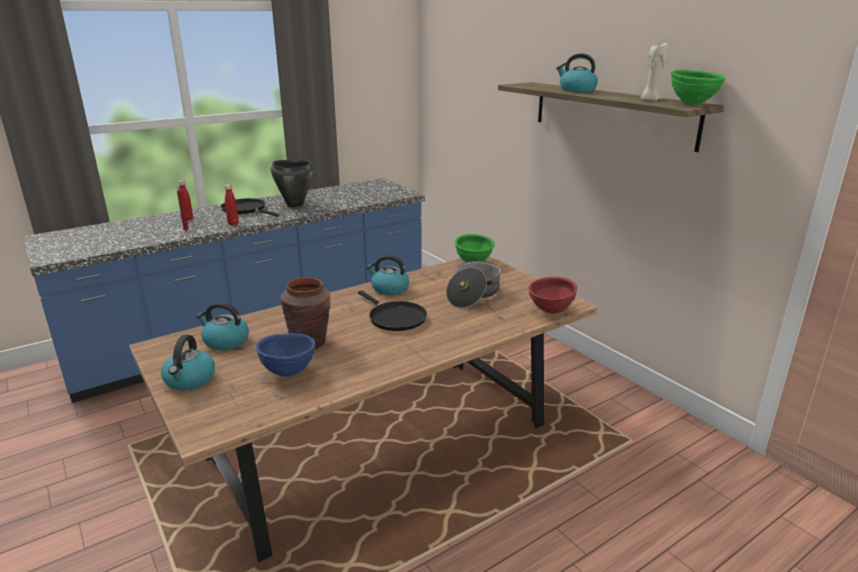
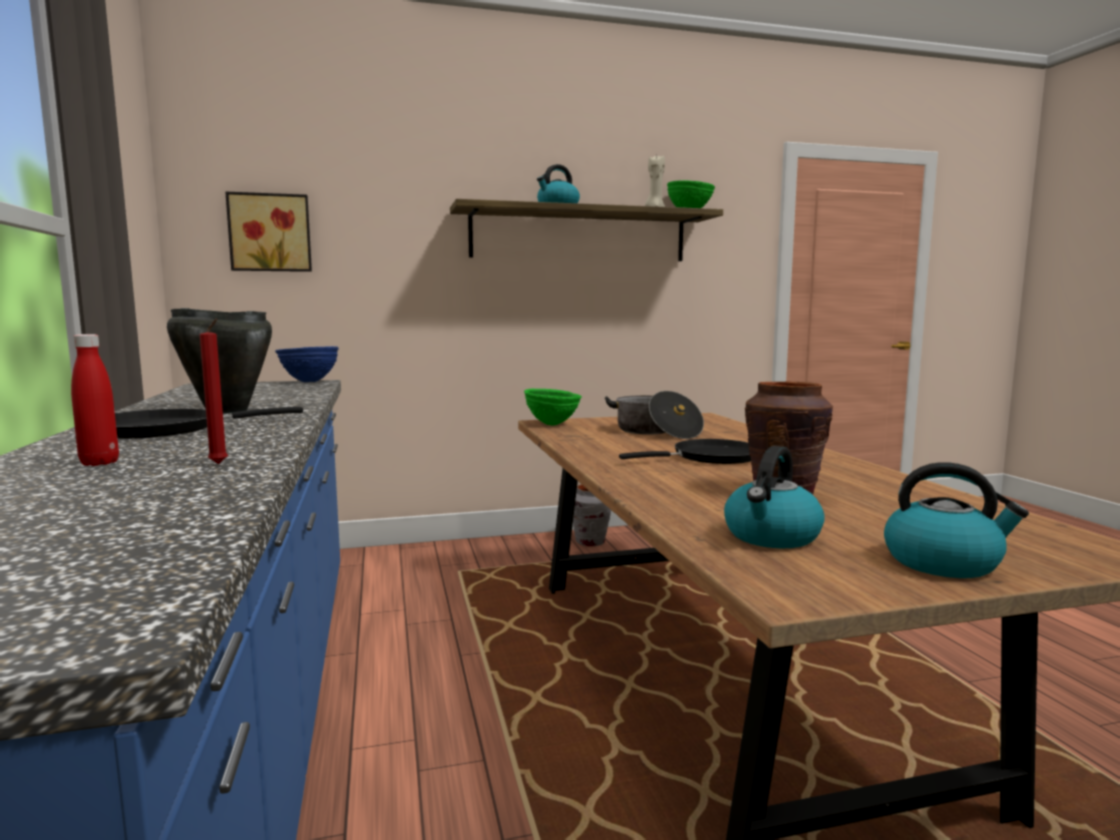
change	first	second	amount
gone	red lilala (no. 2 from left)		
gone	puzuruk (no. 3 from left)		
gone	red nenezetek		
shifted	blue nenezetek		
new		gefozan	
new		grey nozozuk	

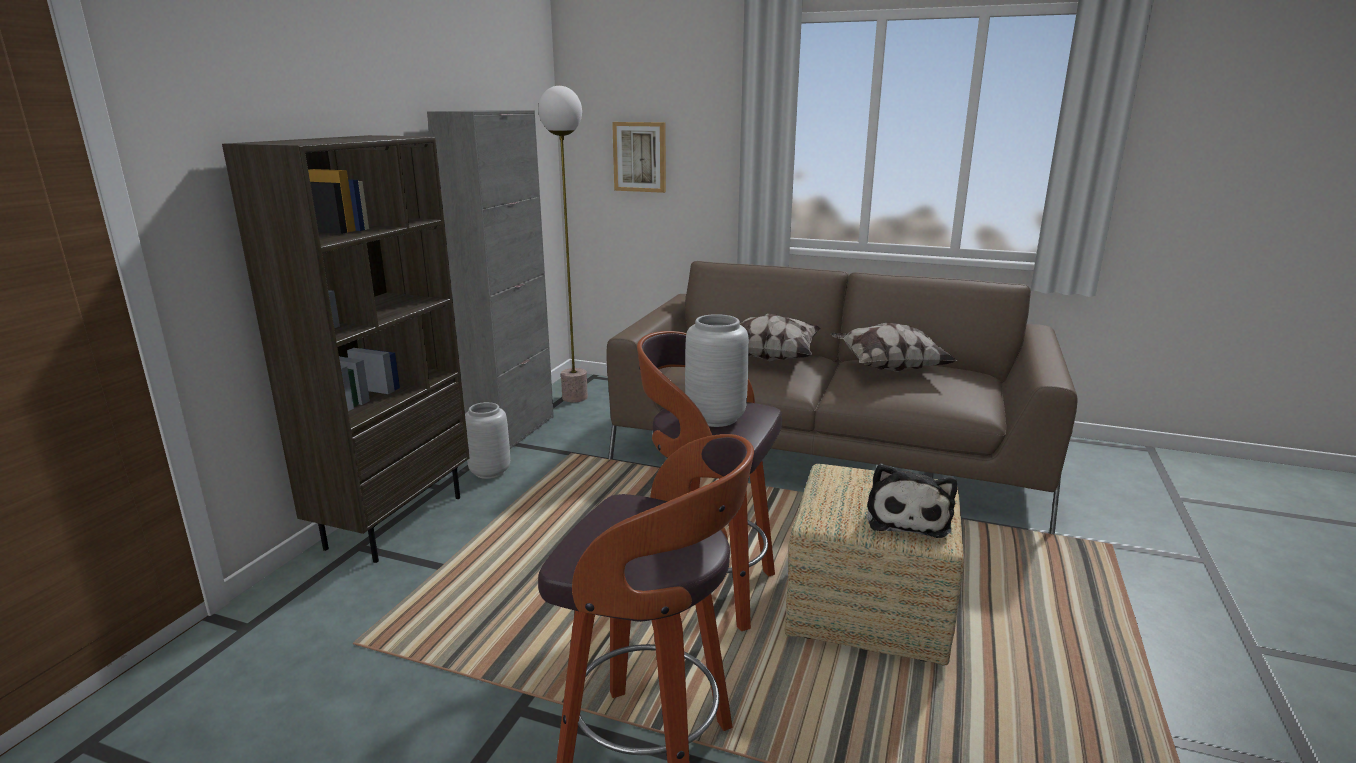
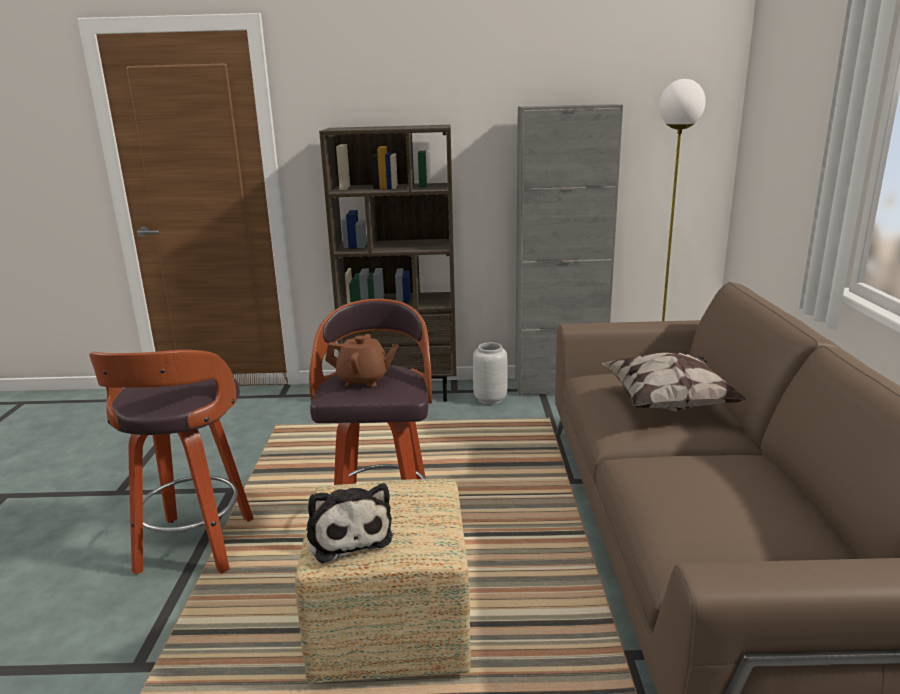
change	first	second	amount
gone	gefozan		
swapped	grey nozozuk (no. 2 from left)	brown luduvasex	
gone	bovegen (no. 2 from left)		
rotated	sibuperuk		105 degrees counterclockwise

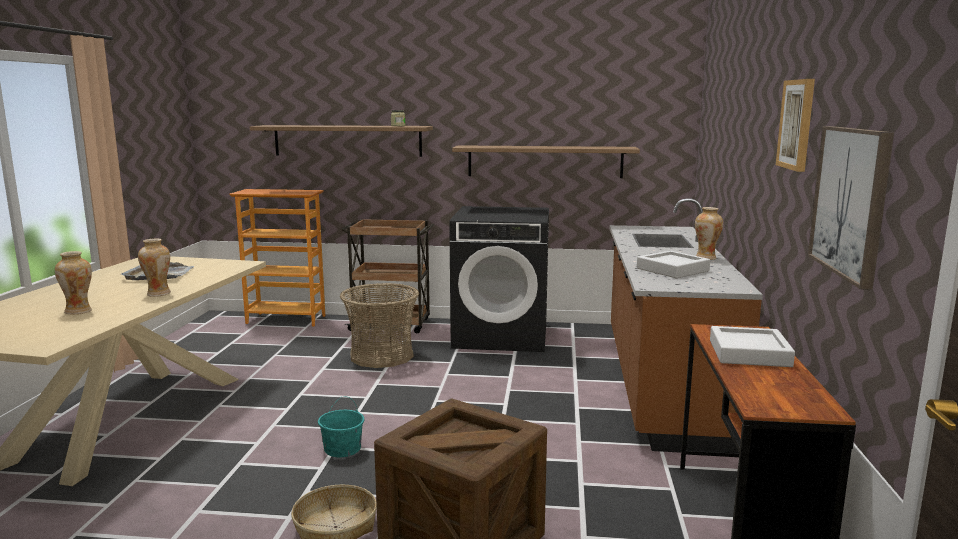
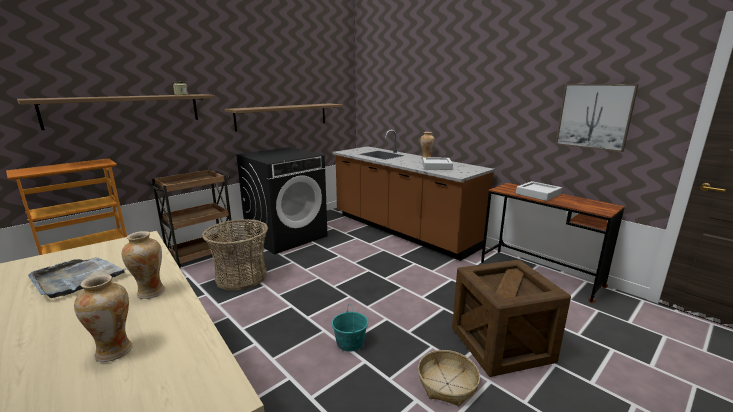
change	first	second	amount
gone	gefozan (no. 1 from left)		

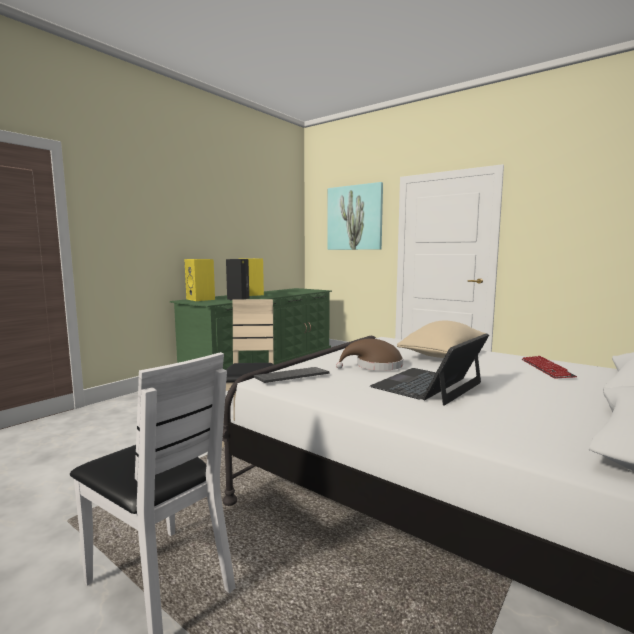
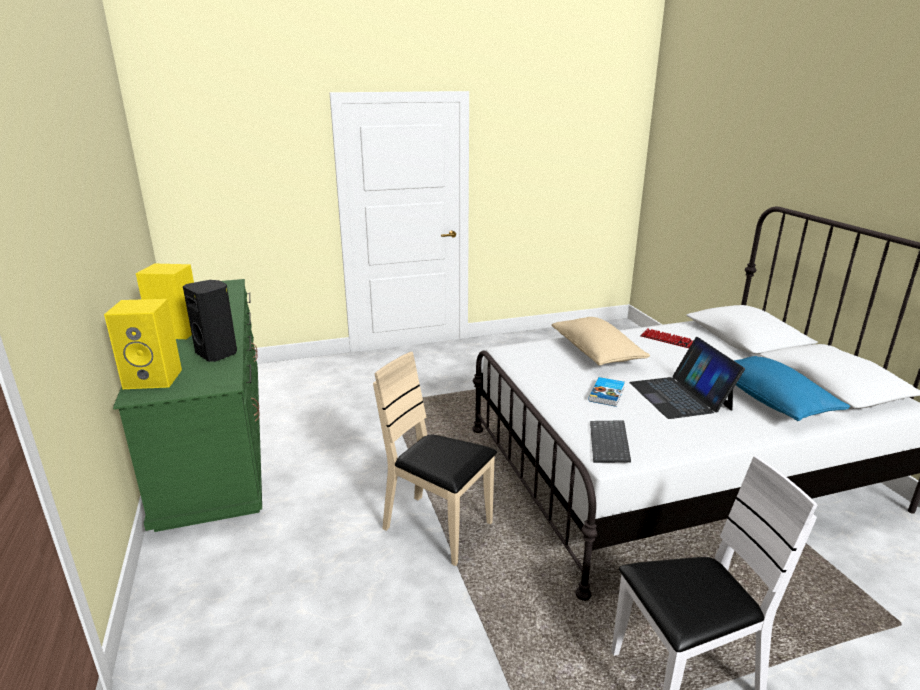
change	first	second	amount
gone	gefozan		
swapped	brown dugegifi	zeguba	
new		blue bovegen	

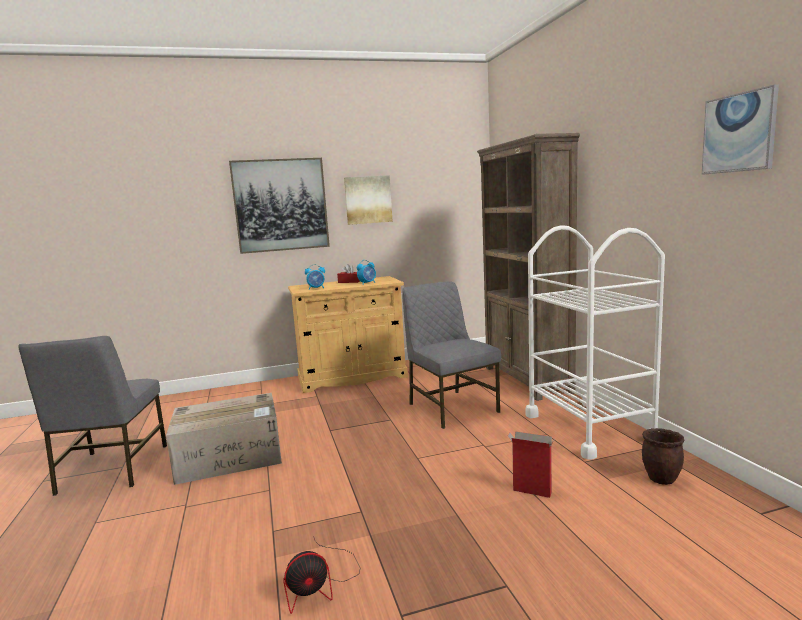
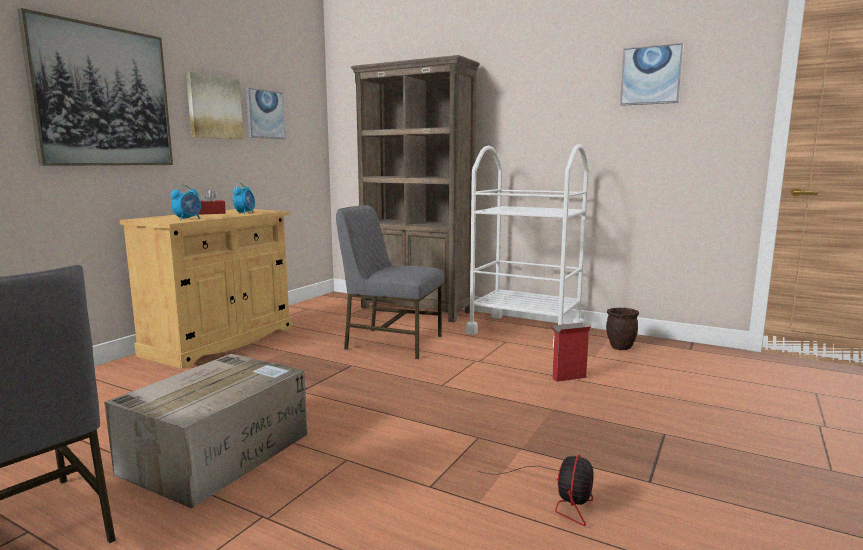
change	first	second	amount
new		gefozan (no. 3 from left)	

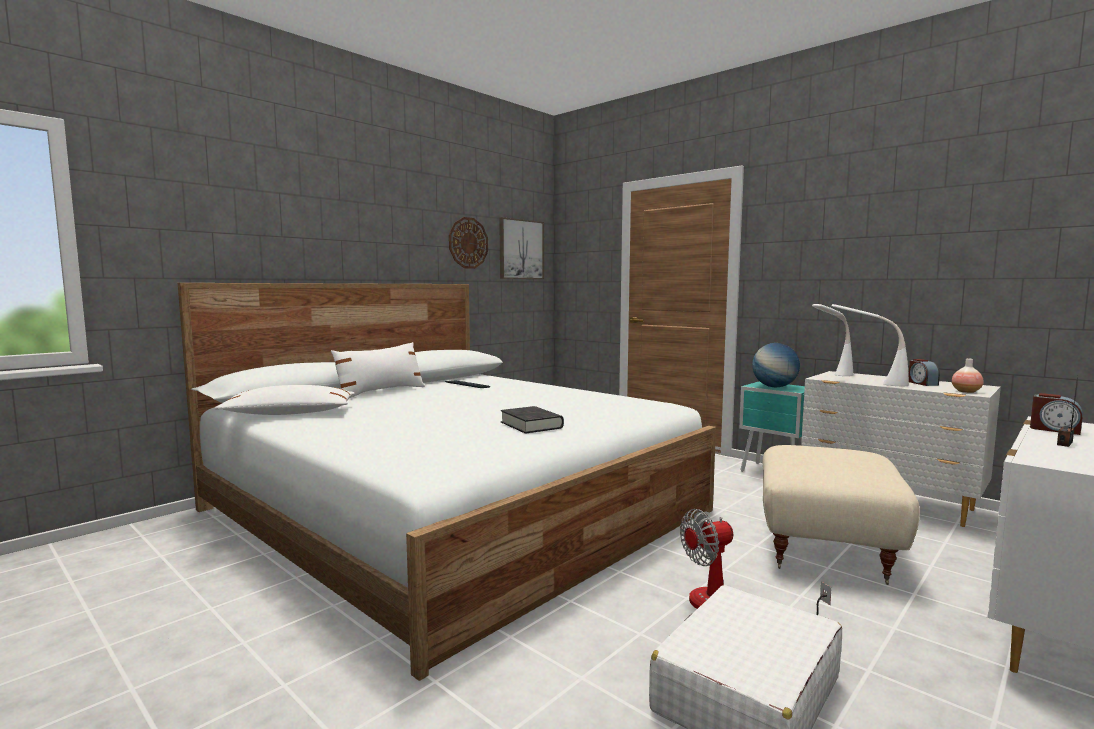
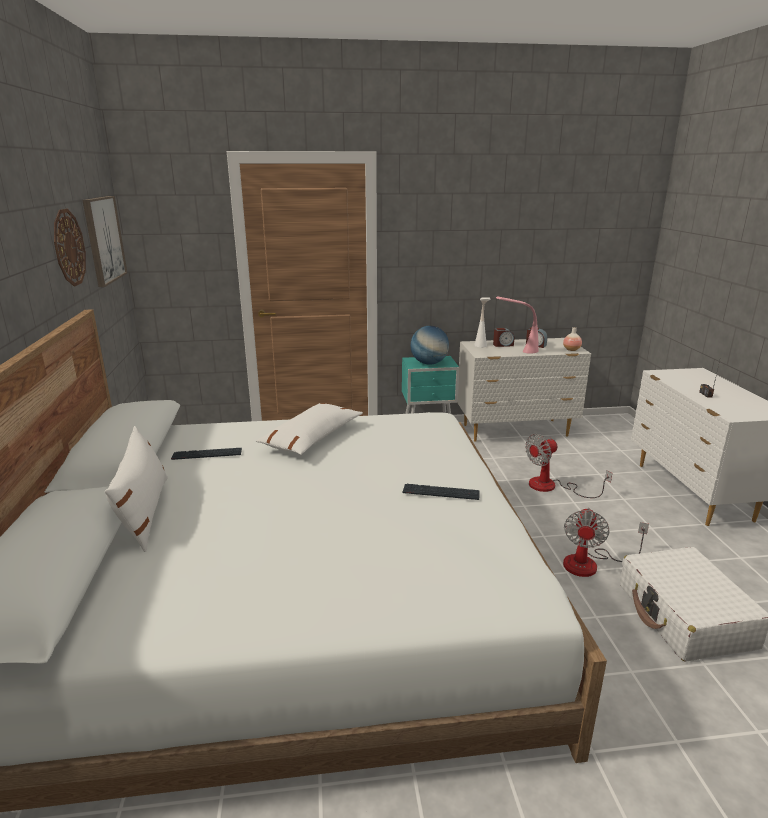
change	first	second	amount
repainted	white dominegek (no. 2 from left)	pink dominegek	
shifted	white bovegen (no. 1 from left in the first image)	white bovegen (no. 2 from left)	
shifted	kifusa (no. 2 from left in the first image)	kifusa (no. 1 from left)	
swapped	black zeguba	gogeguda (no. 2 from left)	
swapped	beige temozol	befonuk (no. 1 from left)	

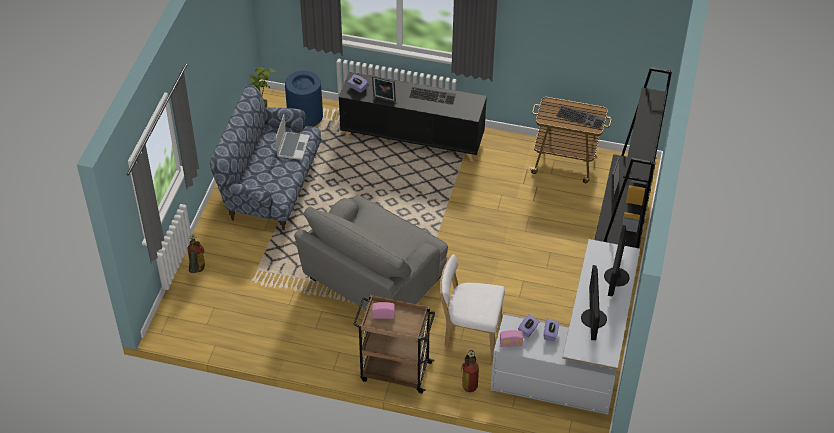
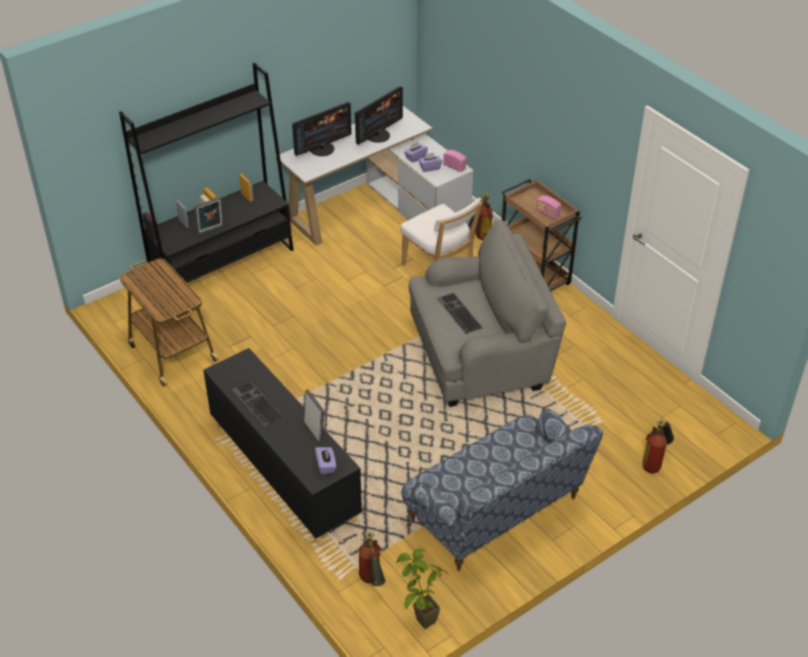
change	first	second	amount
swapped	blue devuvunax	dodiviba (no. 1 from left)	
shifted	gogeguda (no. 2 from left)		
gone	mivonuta		

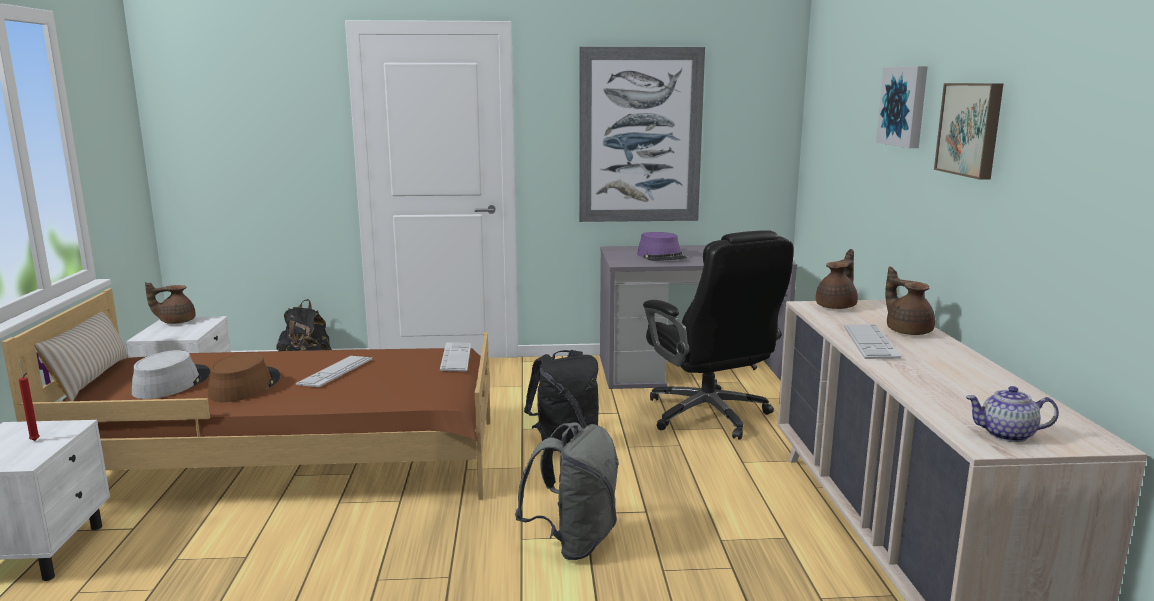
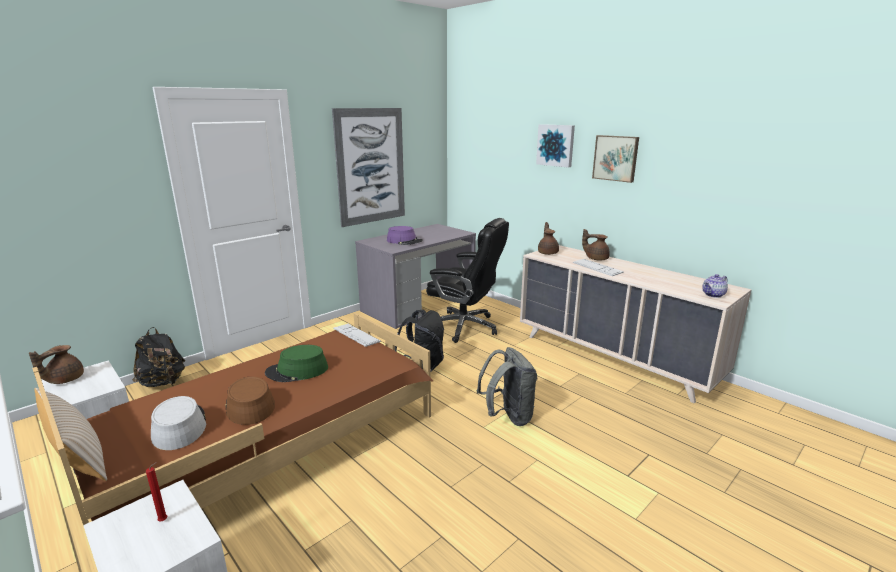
change	first	second	amount
swapped	gogeguda (no. 1 from left)	green dugegifi	

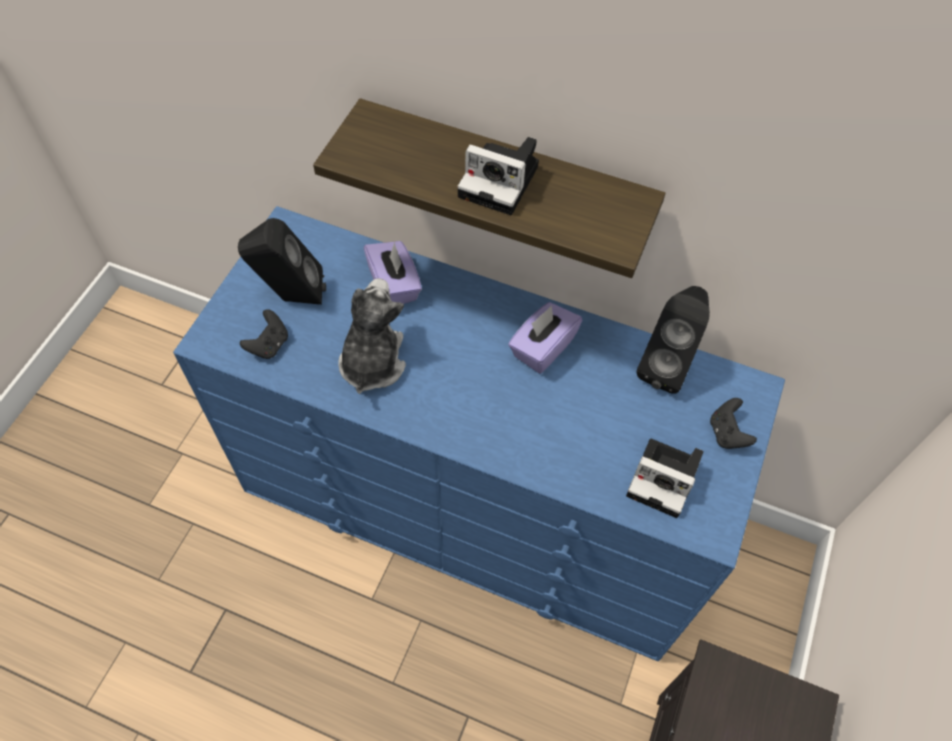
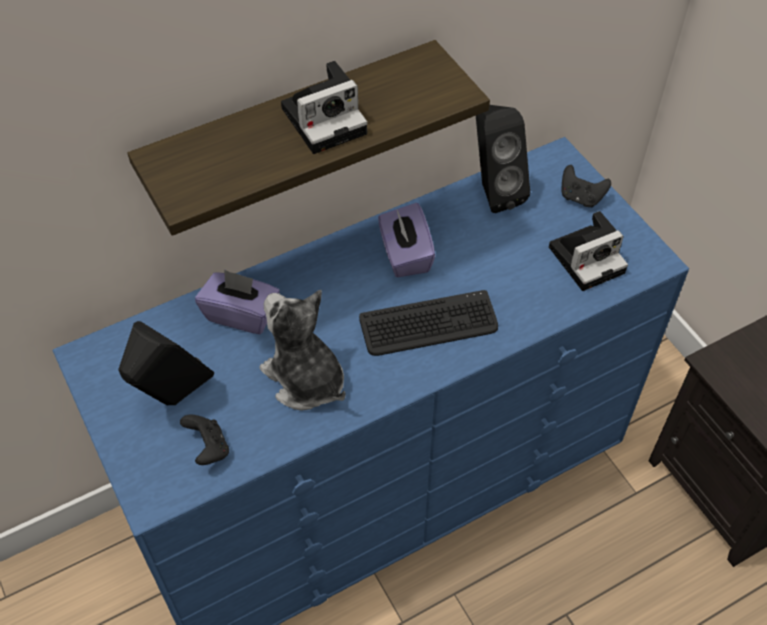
change	first	second	amount
new		gogeguda	

